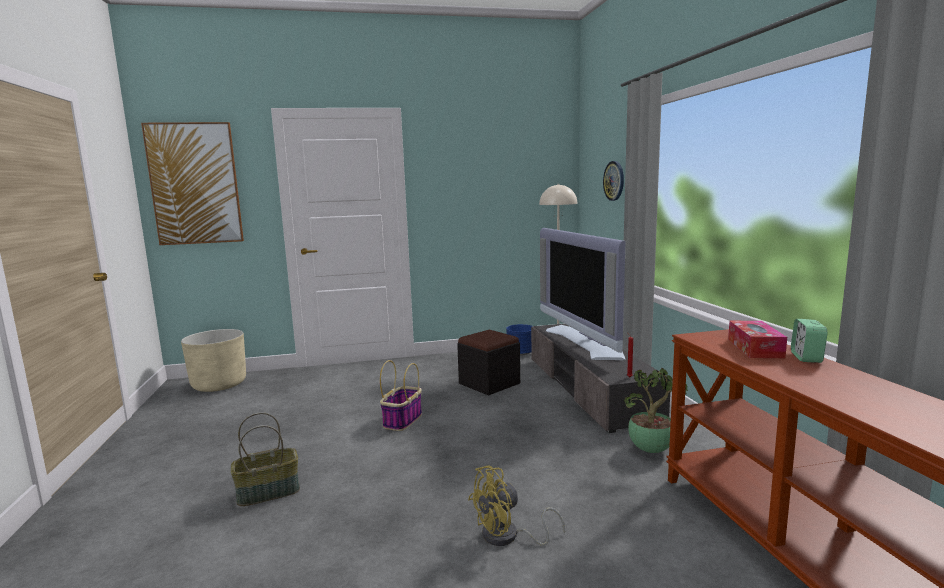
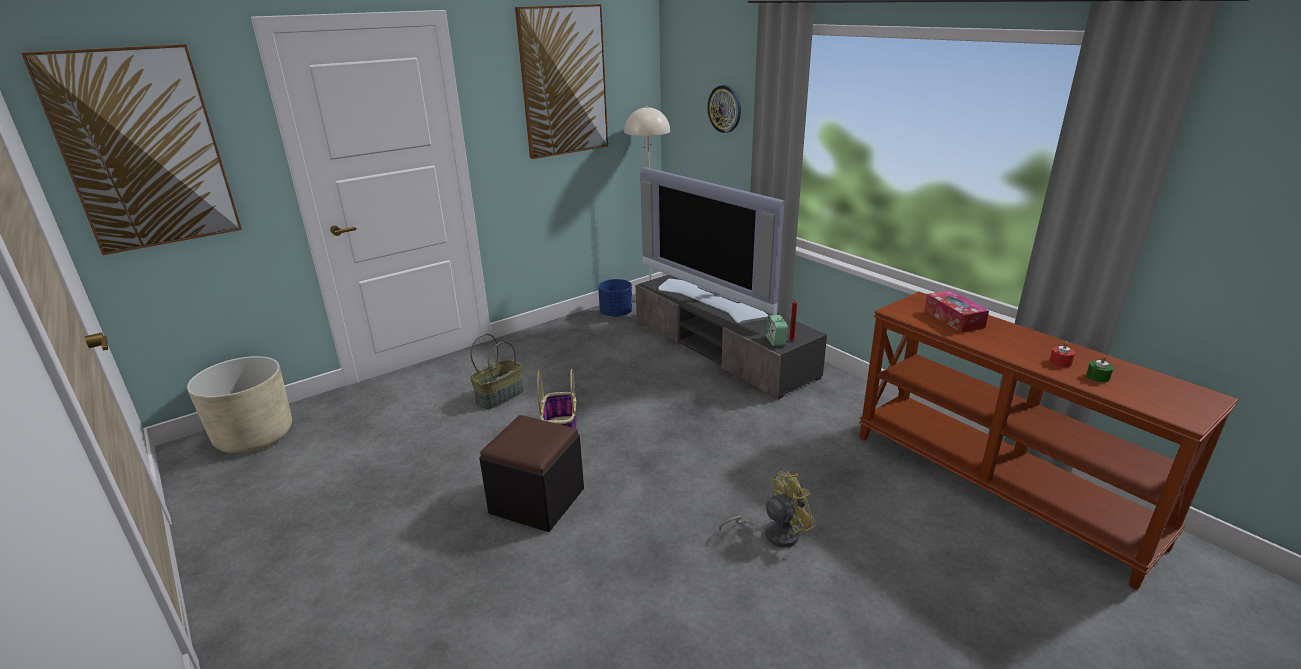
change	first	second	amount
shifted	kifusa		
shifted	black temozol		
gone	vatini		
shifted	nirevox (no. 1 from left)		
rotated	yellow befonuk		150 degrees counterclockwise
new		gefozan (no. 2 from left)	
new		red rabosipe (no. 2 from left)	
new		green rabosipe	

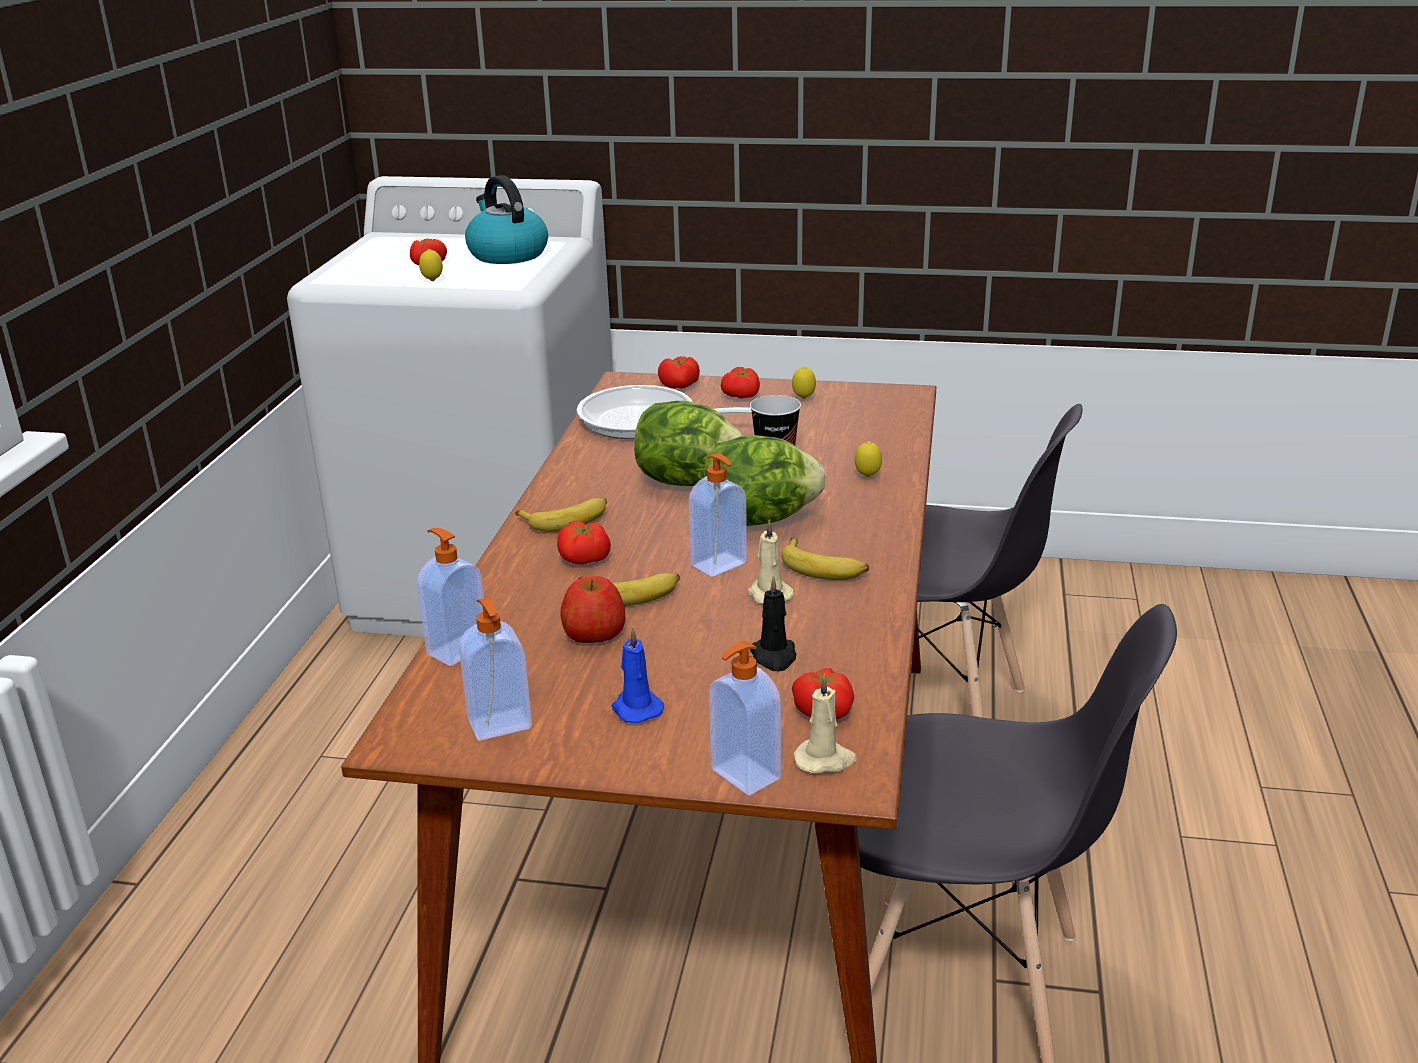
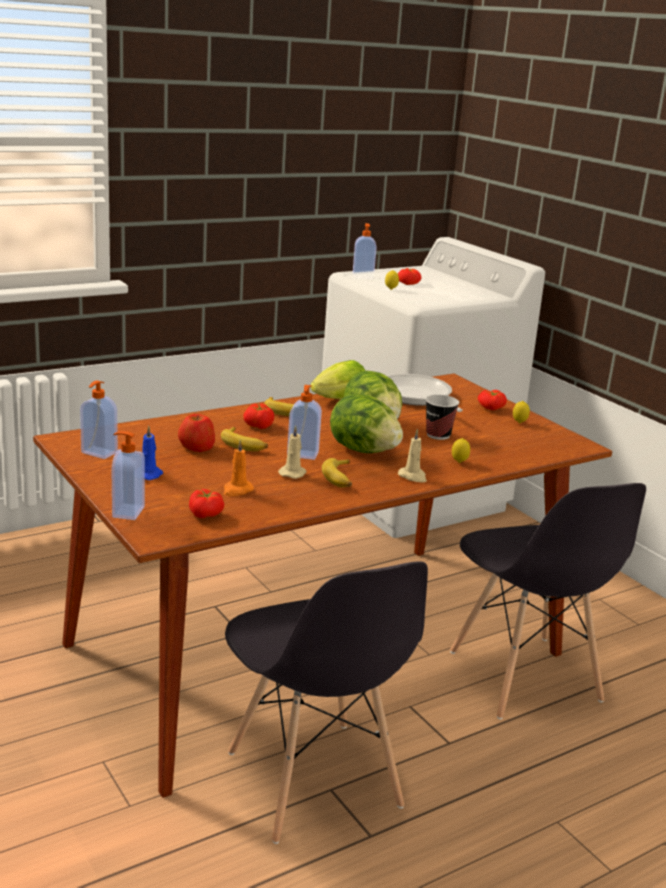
change	first	second	amount
gone	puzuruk		
gone	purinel (no. 3 from left)		
shifted	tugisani (no. 1 from left in the first image)	tugisani (no. 4 from left)	
repainted	black rabosipe	orange rabosipe	
shifted	beige rabosipe (no. 2 from left)		
new		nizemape (no. 1 from left)	

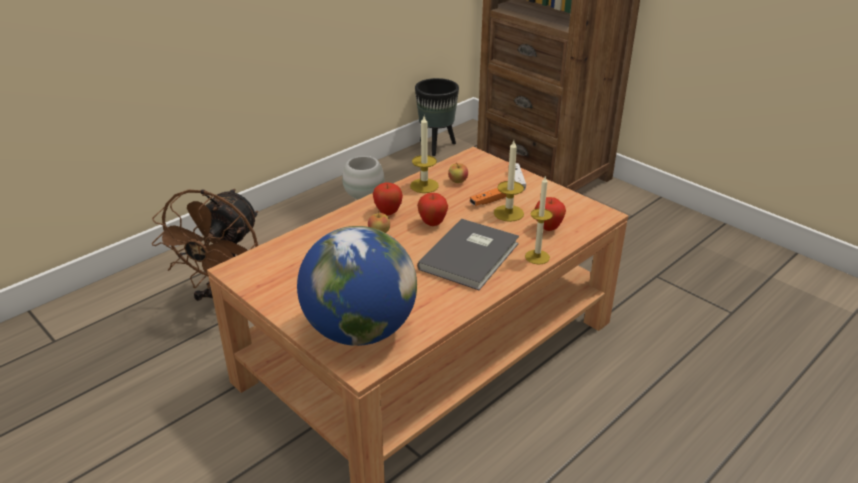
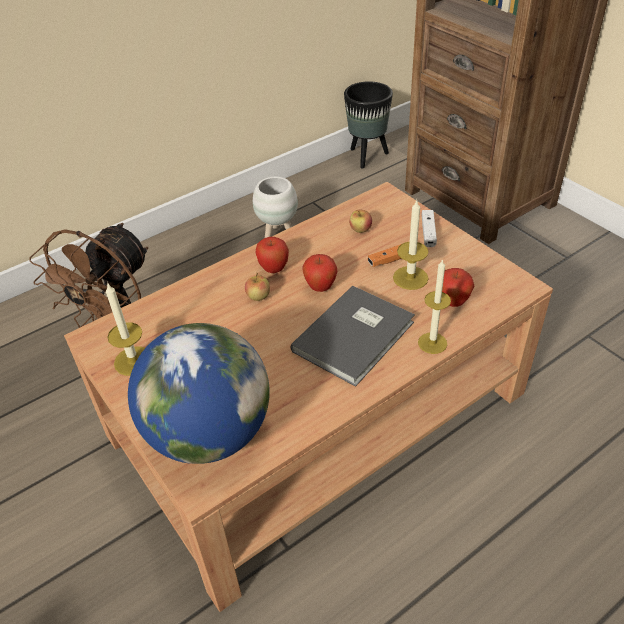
change	first	second	amount
shifted	rabosipe (no. 1 from left)		

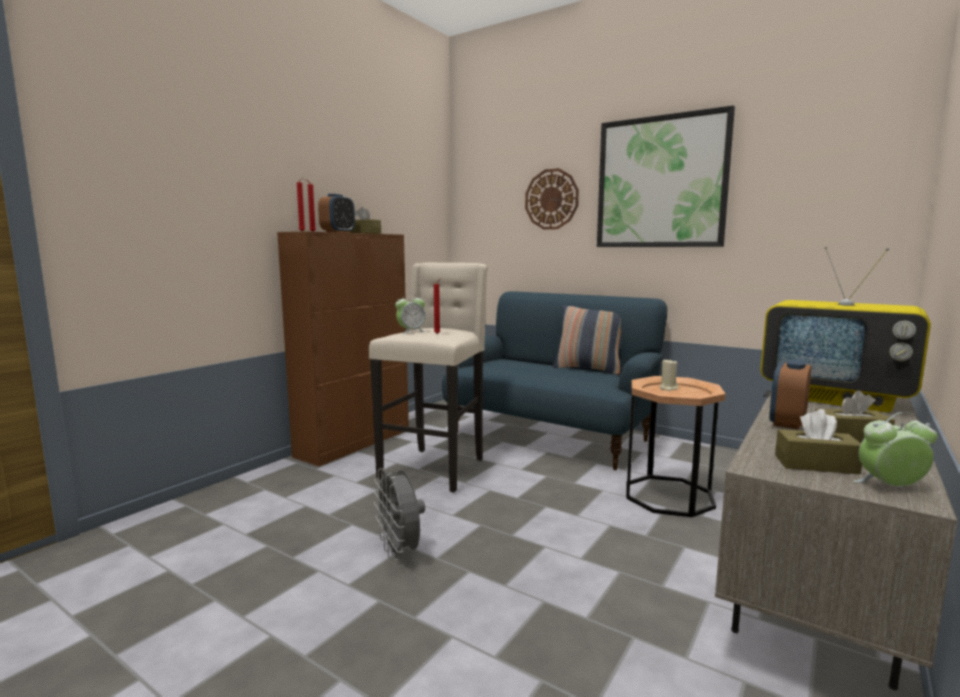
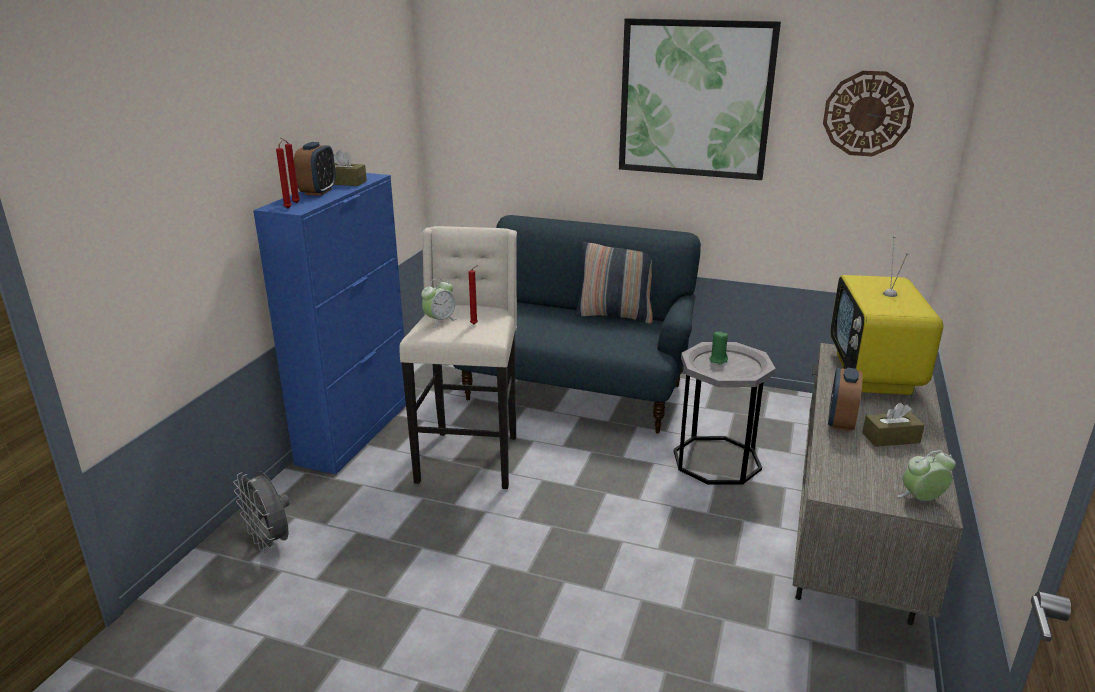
change	first	second	amount
shifted	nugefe		
repainted	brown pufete	blue pufete	
rotated	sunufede		75 degrees clockwise
repainted	beige rabosipe	green rabosipe	
repainted	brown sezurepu	grey sezurepu	
gone	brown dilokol (no. 2 from left)		
shifted	grey befonuk		

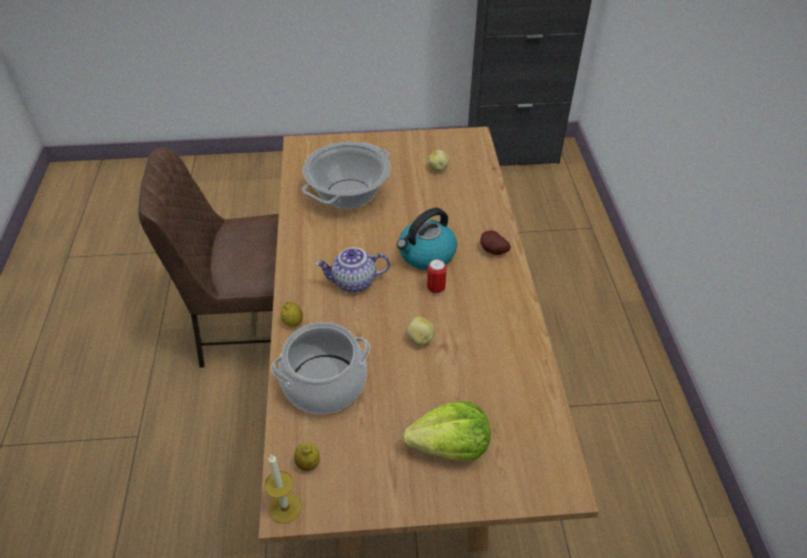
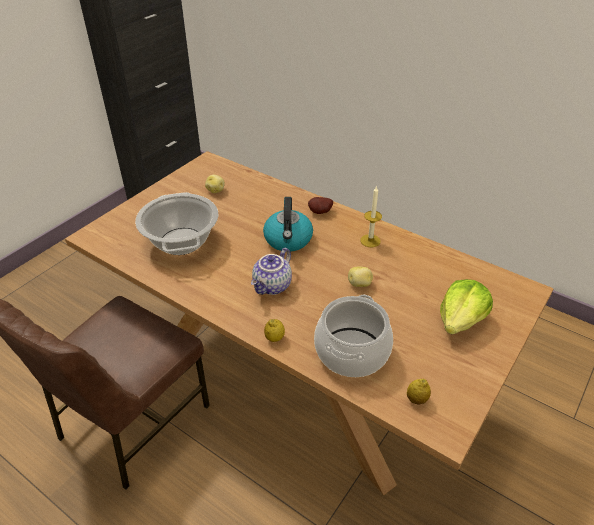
change	first	second	amount
gone	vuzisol		
shifted	rabosipe		

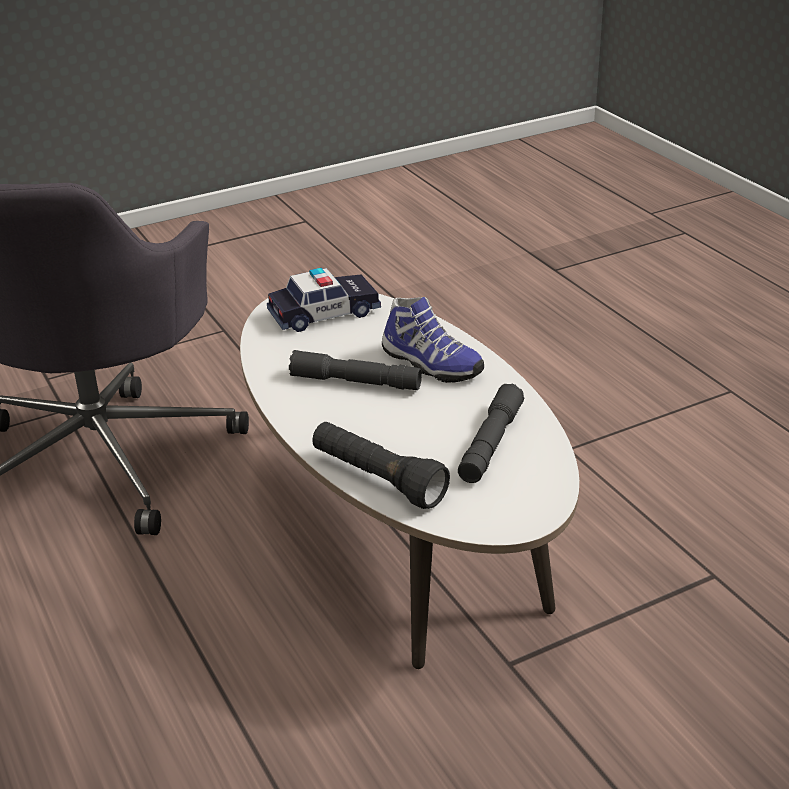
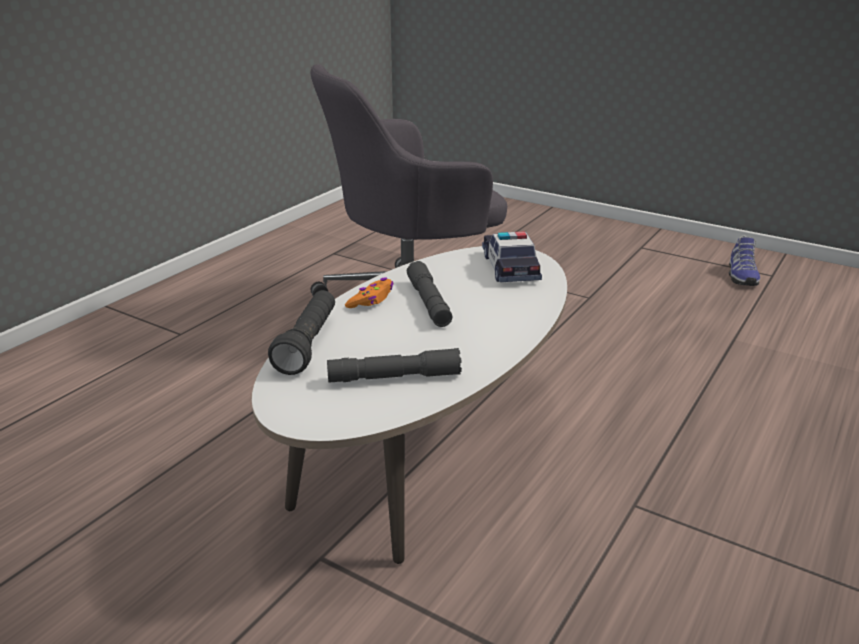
change	first	second	amount
rotated	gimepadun		135 degrees counterclockwise
shifted	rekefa		
new		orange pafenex	

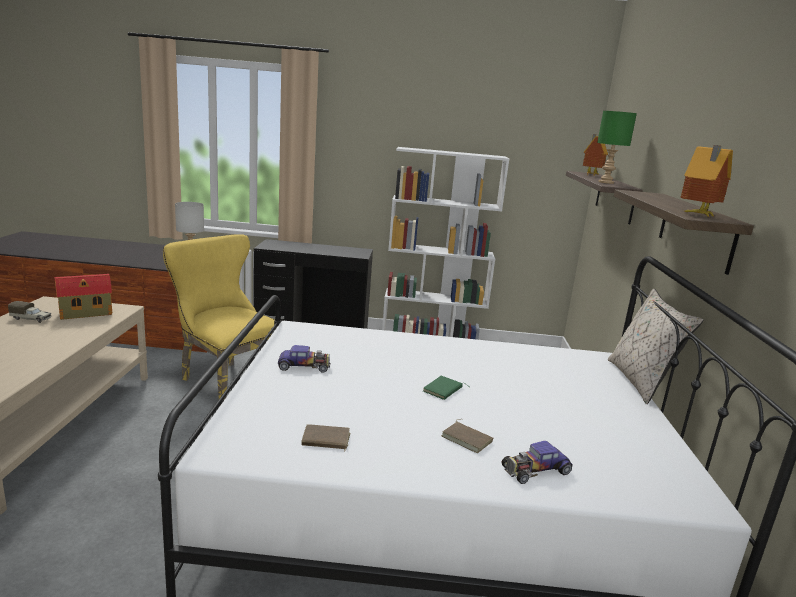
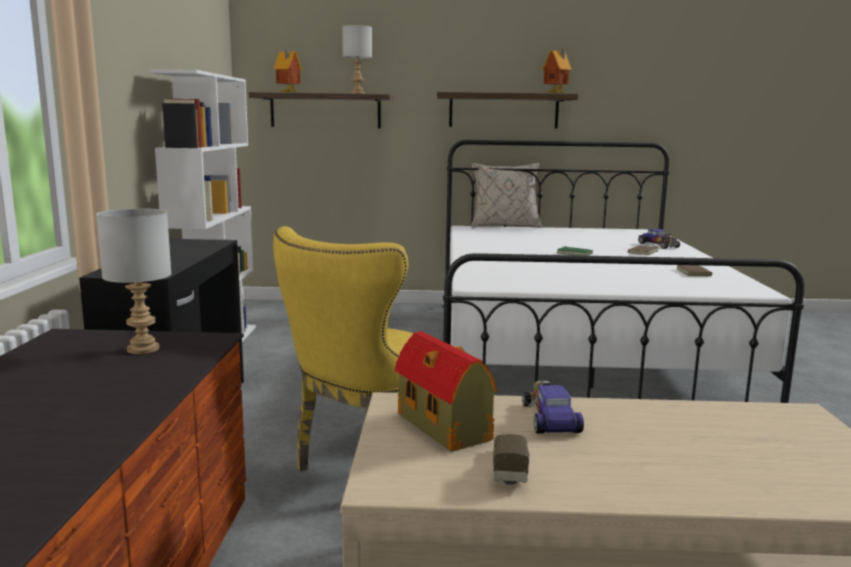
change	first	second	amount
repainted	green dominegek	grey dominegek (no. 2 from left)	
shifted	gimepadun (no. 1 from left)		

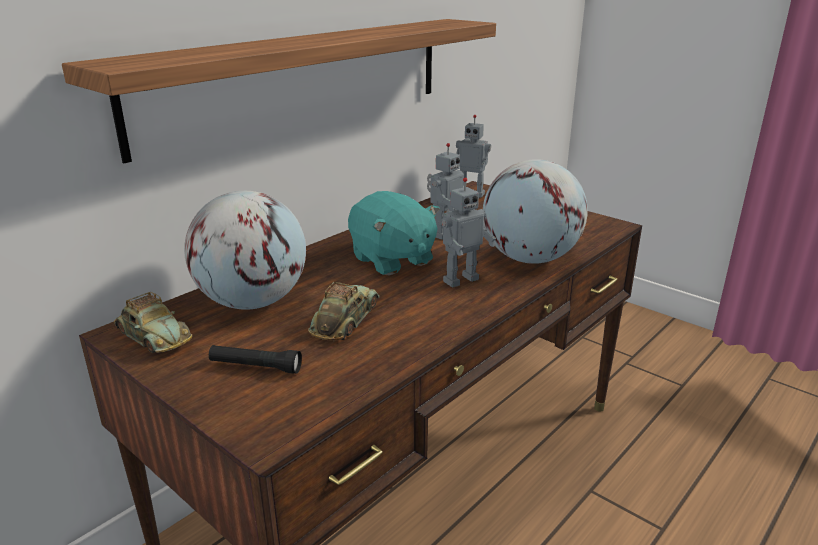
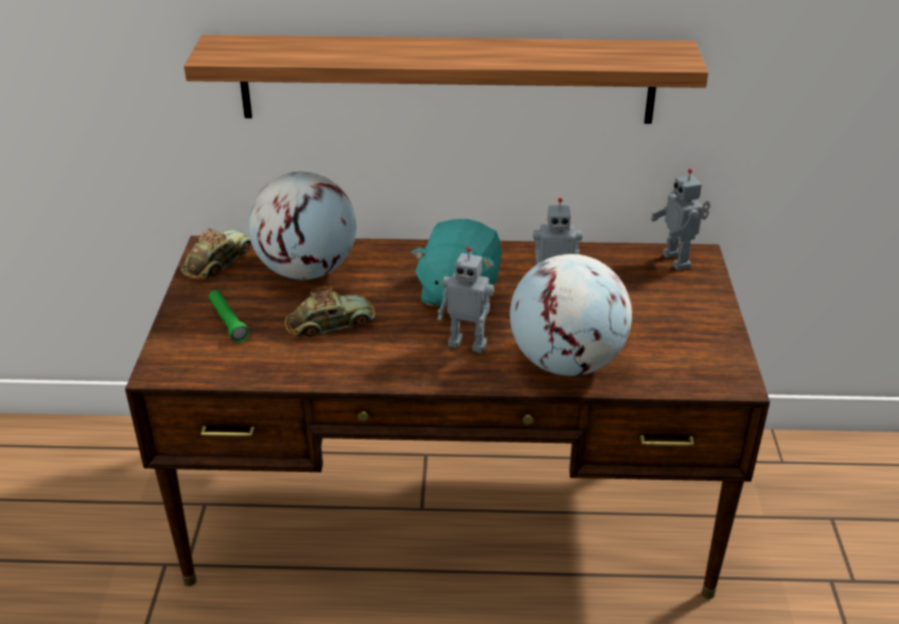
change	first	second	amount
rotated	gimepadun (no. 1 from left)		150 degrees counterclockwise
repainted	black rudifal	green rudifal	

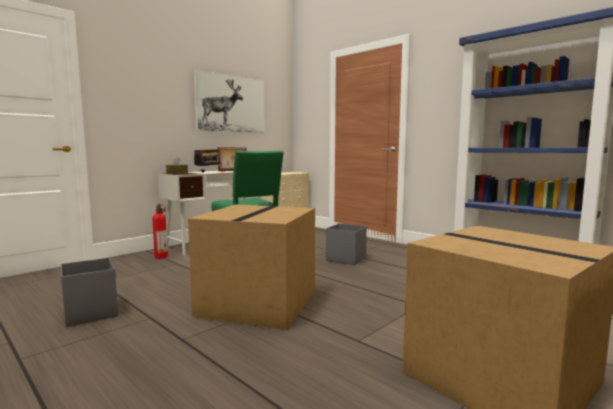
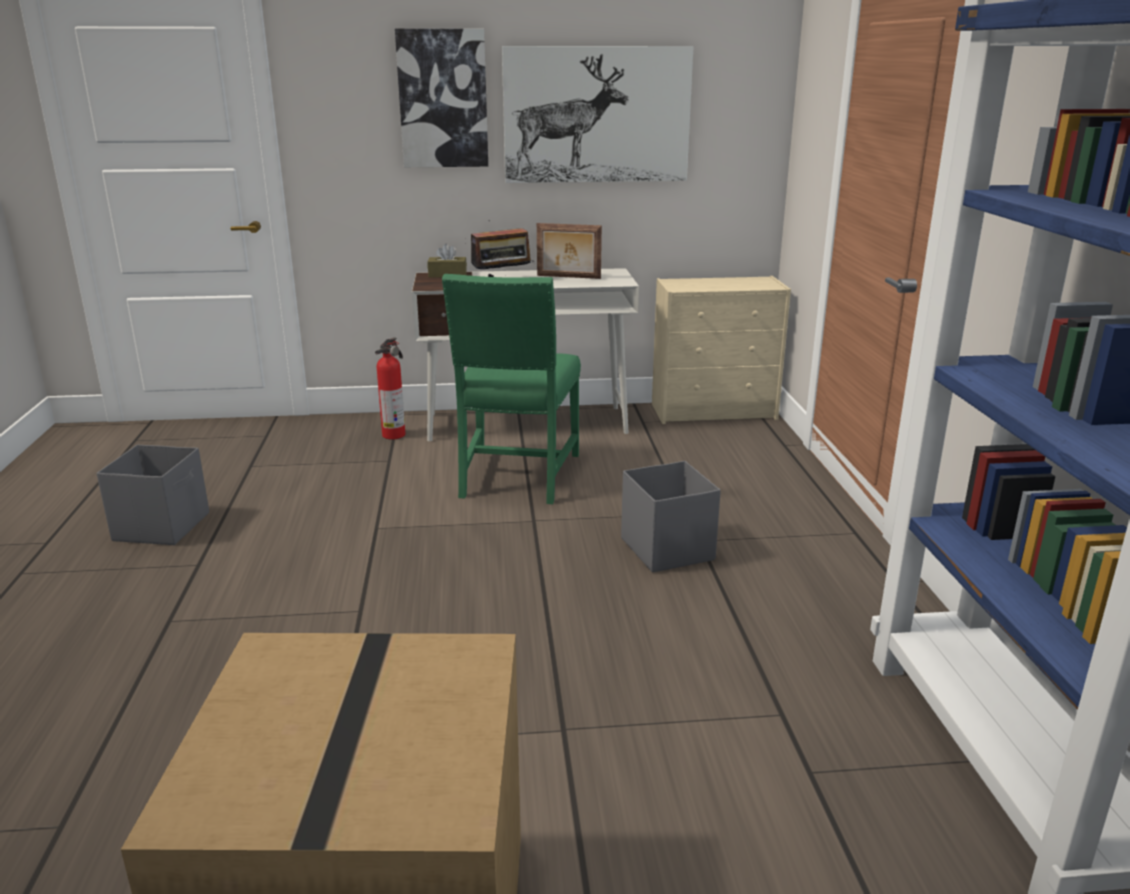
change	first	second	amount
gone	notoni (no. 1 from left)		
new		gefozan (no. 1 from left)	

